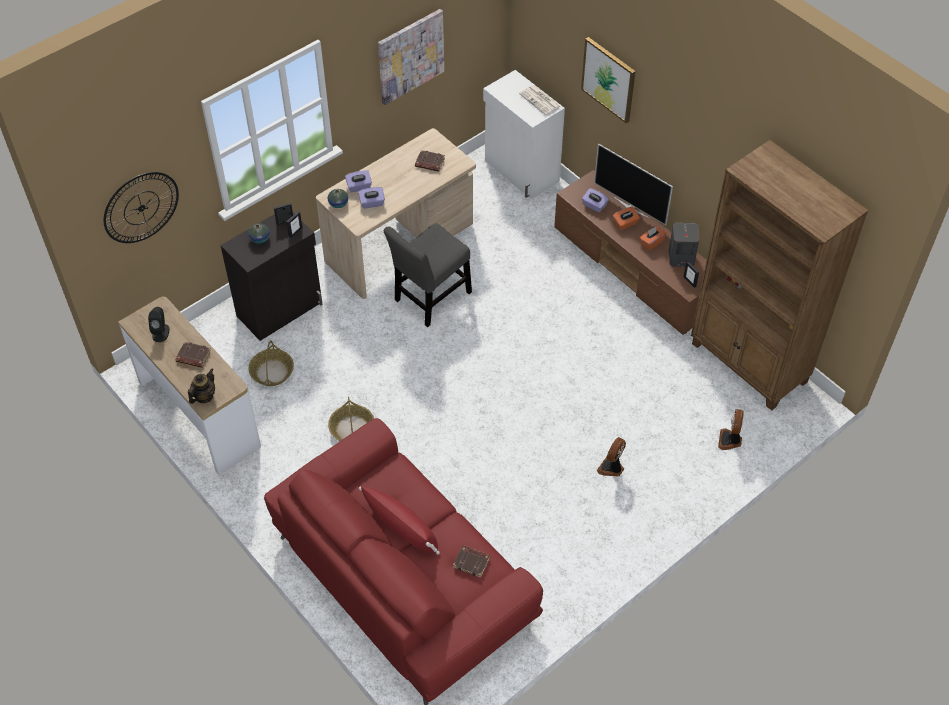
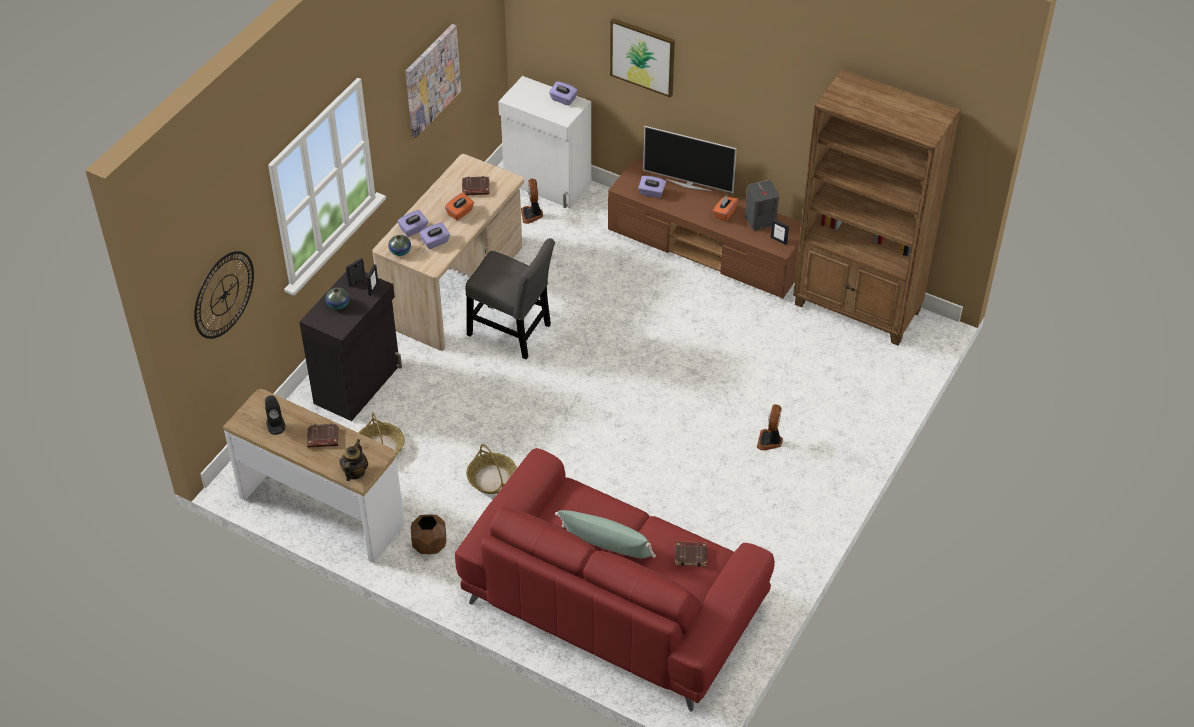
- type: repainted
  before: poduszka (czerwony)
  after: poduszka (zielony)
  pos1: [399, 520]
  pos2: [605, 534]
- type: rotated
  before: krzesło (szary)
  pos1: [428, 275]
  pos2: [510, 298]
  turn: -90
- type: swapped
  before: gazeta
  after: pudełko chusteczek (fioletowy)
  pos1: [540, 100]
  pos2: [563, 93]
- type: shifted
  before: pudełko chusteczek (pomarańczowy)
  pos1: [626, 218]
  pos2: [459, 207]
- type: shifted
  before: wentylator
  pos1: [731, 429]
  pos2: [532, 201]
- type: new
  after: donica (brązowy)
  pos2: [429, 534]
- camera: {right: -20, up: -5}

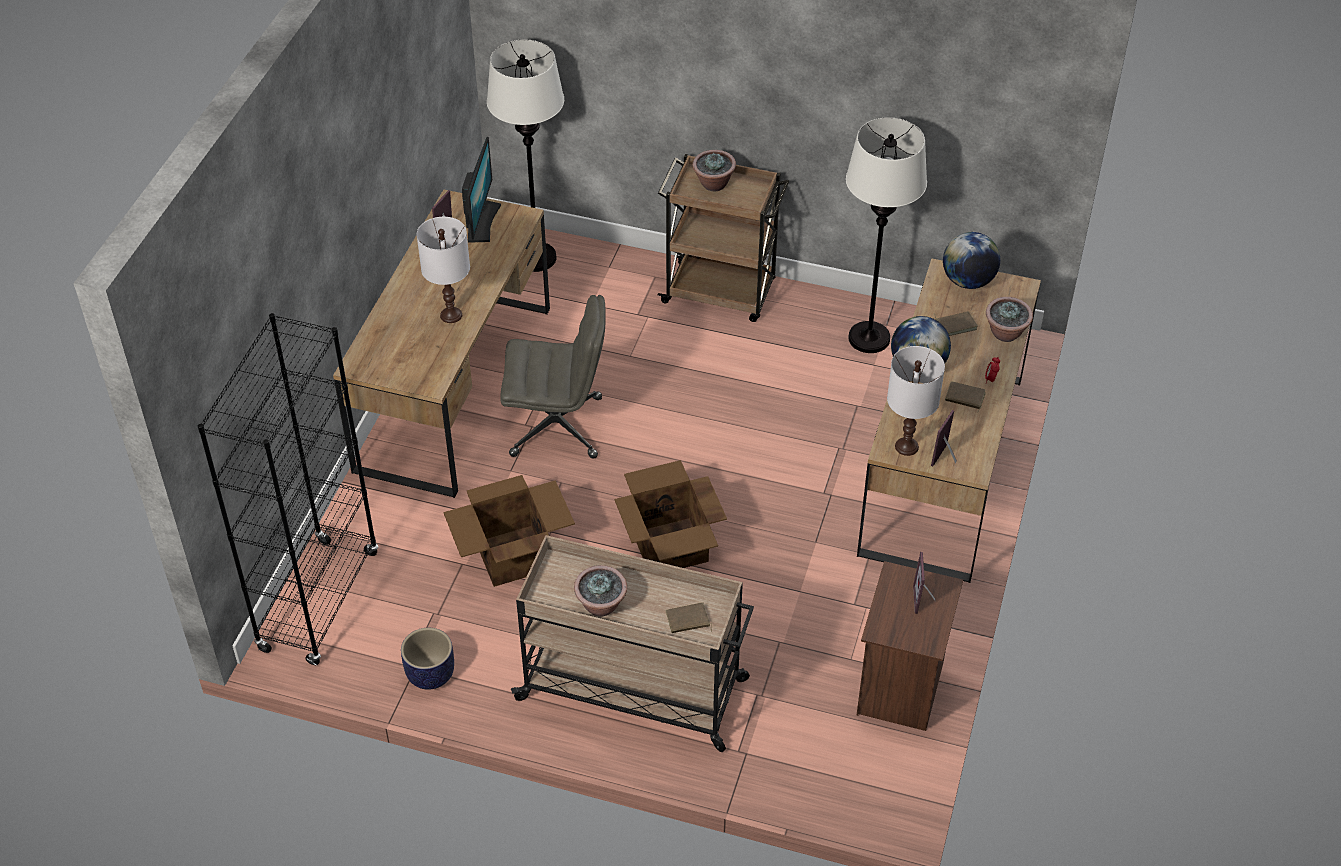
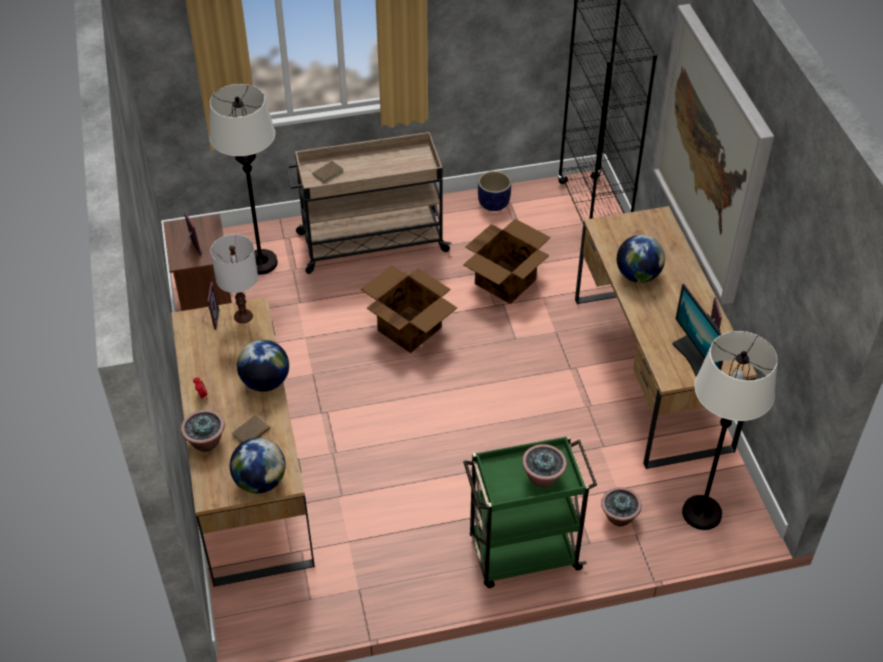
- type: swapped
  before: lampa stołowa (biały)
  after: globus
  pos1: [443, 270]
  pos2: [641, 259]
- type: gone
  before: krzesło biurowe (szary)
  pos1: [553, 377]
- type: shifted
  before: roślina doniczkowa
  pos1: [600, 591]
  pos2: [621, 506]
- type: repainted
  before: wózek (brązowy)
  after: wózek (zielony)
  pos1: [723, 238]
  pos2: [530, 512]
- type: shifted
  before: lampa stojąca (biały)
  pos1: [886, 235]
  pos2: [243, 179]
- type: gone
  before: książka (brązowy)
  pos1: [965, 397]
- type: new
  after: obraz
  pos2: [713, 154]
- camera: {right: 150, up: 0}

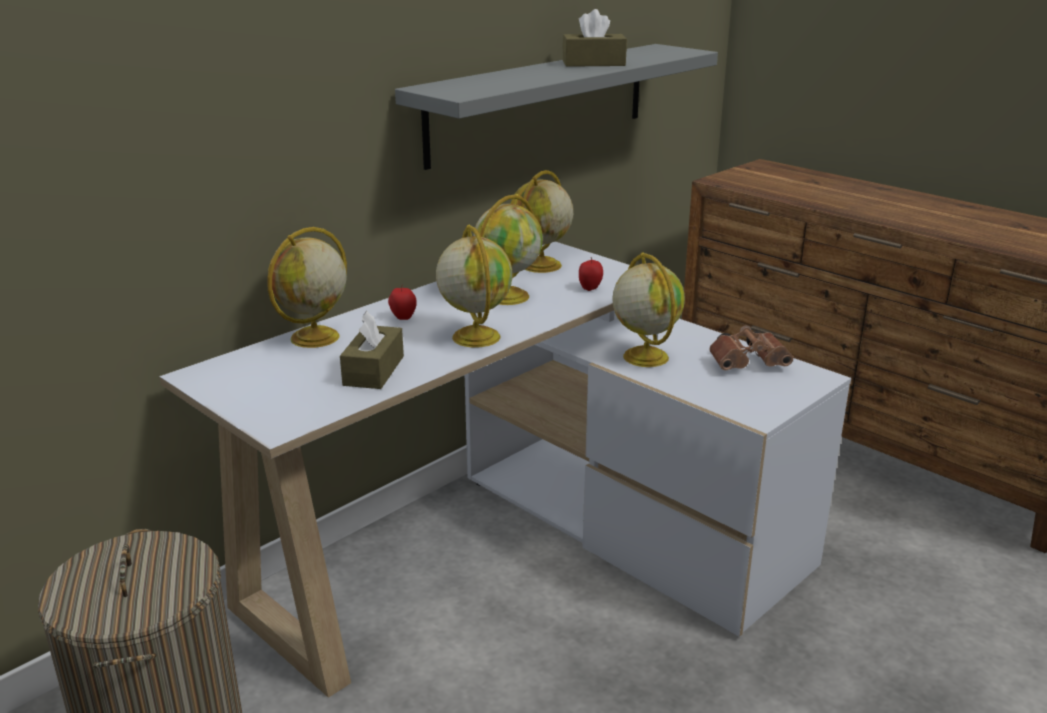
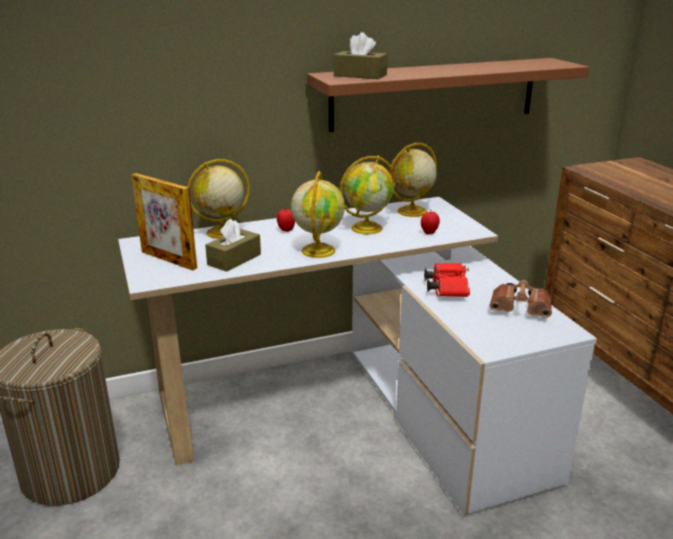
- type: repainted
  before: półka (szary)
  after: półka (brązowy)
  pos1: [556, 107]
  pos2: [448, 95]
- type: shifted
  before: pudełko chusteczek (brązowy)
  pos1: [594, 38]
  pos2: [361, 55]
- type: swapped
  before: globus
  after: lornetka (czerwony)
  pos1: [648, 309]
  pos2: [447, 280]
- type: new
  after: ramka na zdjęcie
  pos2: [164, 222]
- camera: {right: 25, up: 0}

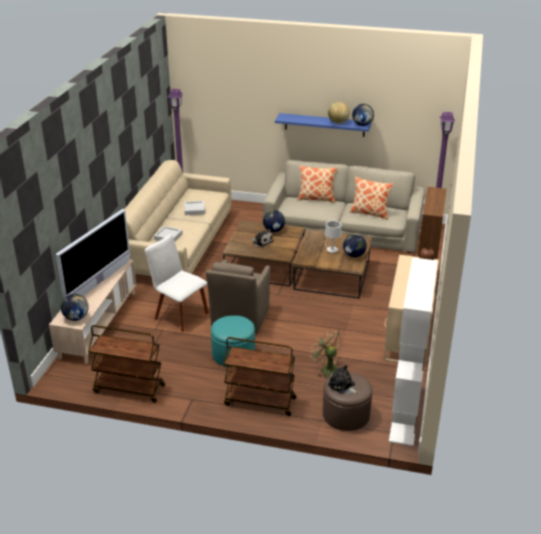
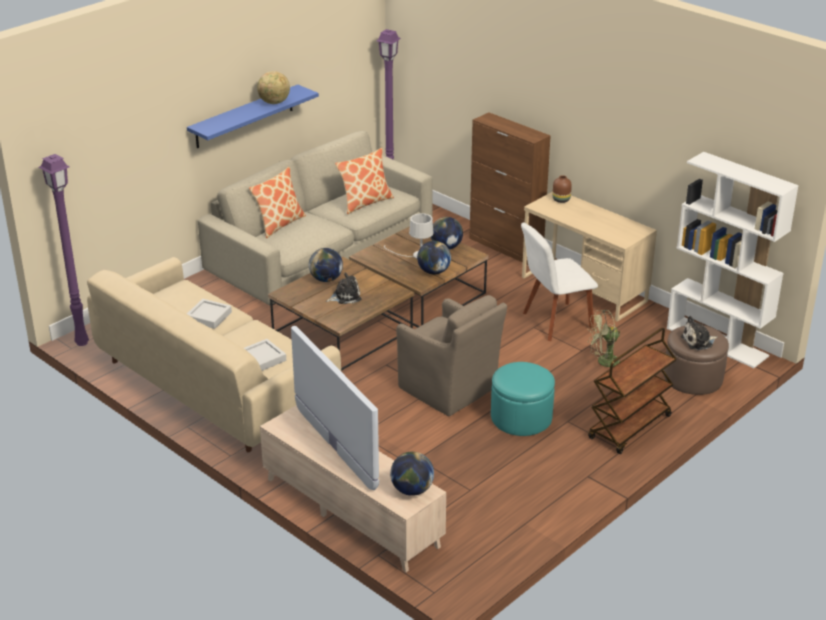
- type: gone
  before: wózek (brązowy)
  pos1: [126, 364]
- type: shifted
  before: krzesło (biały)
  pos1: [177, 283]
  pos2: [559, 282]
- type: shifted
  before: globus
  pos1: [363, 115]
  pos2: [434, 258]
- camera: {right: -60, up: 0}

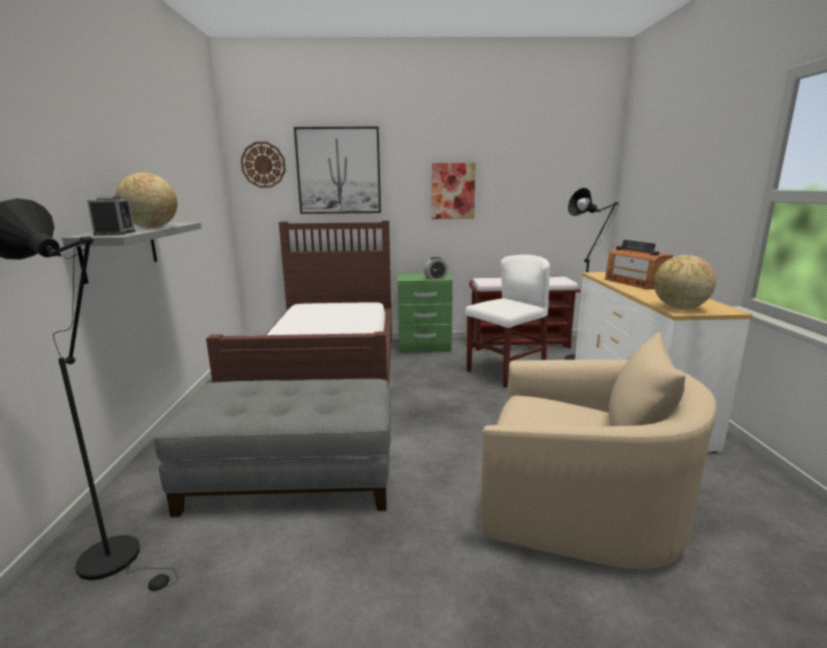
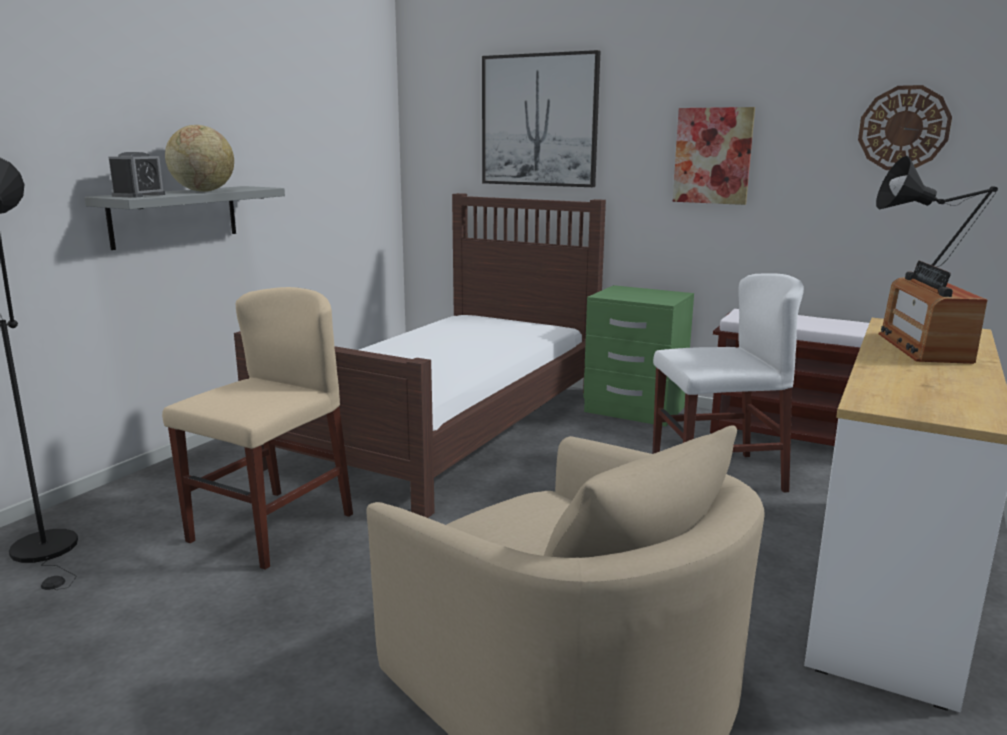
- type: swapped
  before: pufa (szary)
  after: krzesło (beżowy)
  pos1: [272, 448]
  pos2: [257, 428]
- type: shifted
  before: zegar ścienny
  pos1: [263, 165]
  pos2: [905, 127]
- type: gone
  before: budzik
  pos1: [436, 268]
- type: gone
  before: globus
  pos1: [685, 282]
- camera: {right: 30, up: 0}

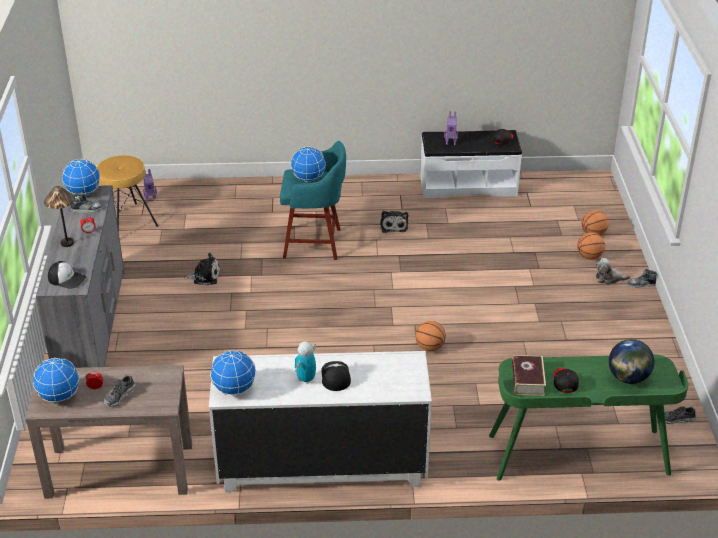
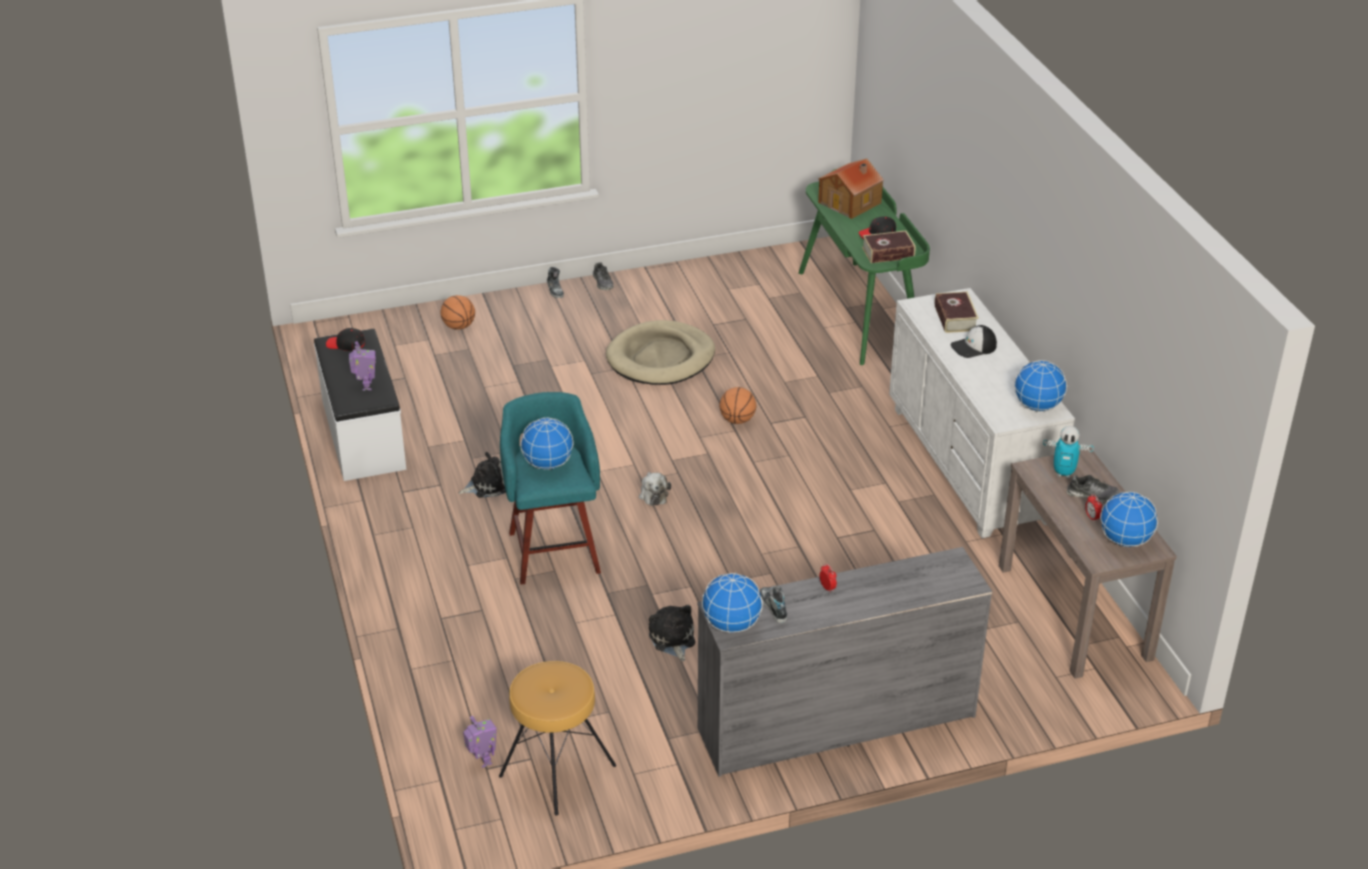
- type: gone
  before: lampa stołowa
  pos1: [59, 216]
- type: gone
  before: czapka z daszkiem
  pos1: [67, 275]
- type: shifted
  before: robot zabawkowy
  pos1: [305, 362]
  pos2: [1068, 452]
- type: gone
  before: piłka do koszykówki
  pos1: [591, 246]
- type: shifted
  before: pluszak
  pos1: [613, 271]
  pos2: [655, 489]
- type: swapped
  before: globus
  after: domek
  pos1: [631, 361]
  pos2: [851, 189]
- type: shifted
  before: but
  pos1: [680, 415]
  pos2: [603, 276]
- type: new
  after: legowisko (beżowy)
  pos2: [660, 352]
- type: new
  after: książka
  pos2: [956, 312]
- camera: {right: -105, up: 0}

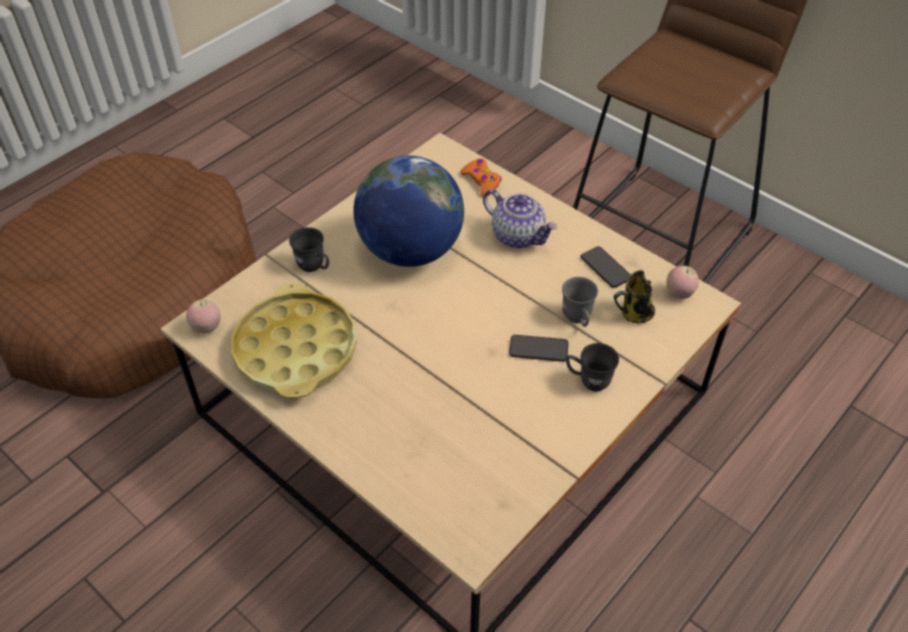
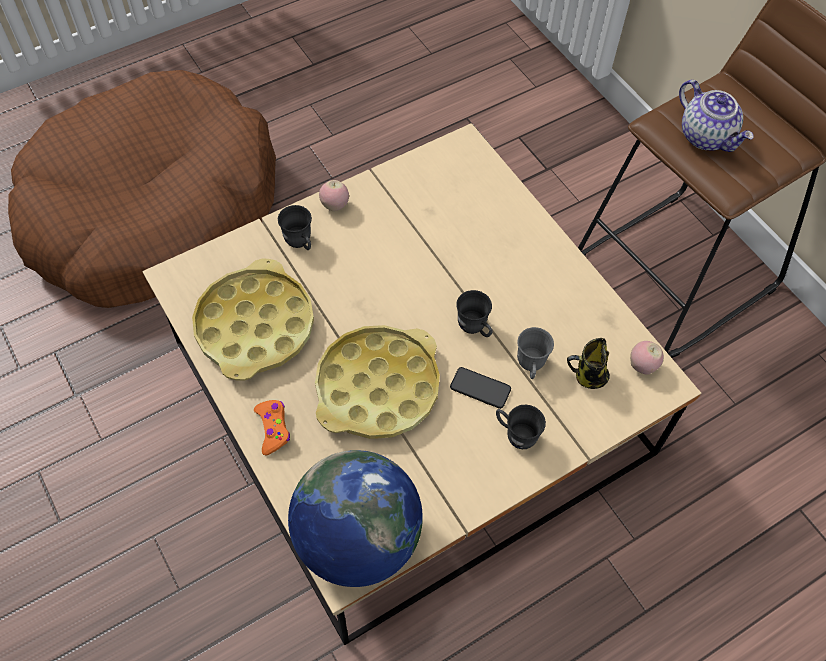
- type: shifted
  before: jabłko
  pos1: [203, 316]
  pos2: [334, 195]
- type: shifted
  before: globus
  pos1: [408, 211]
  pos2: [355, 518]
- type: shifted
  before: pad do gier (pomarańczowy)
  pos1: [481, 177]
  pos2: [272, 427]
- type: shifted
  before: imbryk
  pos1: [520, 218]
  pos2: [716, 116]
- type: gone
  before: telefon
  pos1: [605, 267]
- type: new
  after: taca (żółty)
  pos2: [377, 382]
- type: new
  after: kubek (szary)
  pos2: [474, 313]
- camera: {right: 15, up: 10}

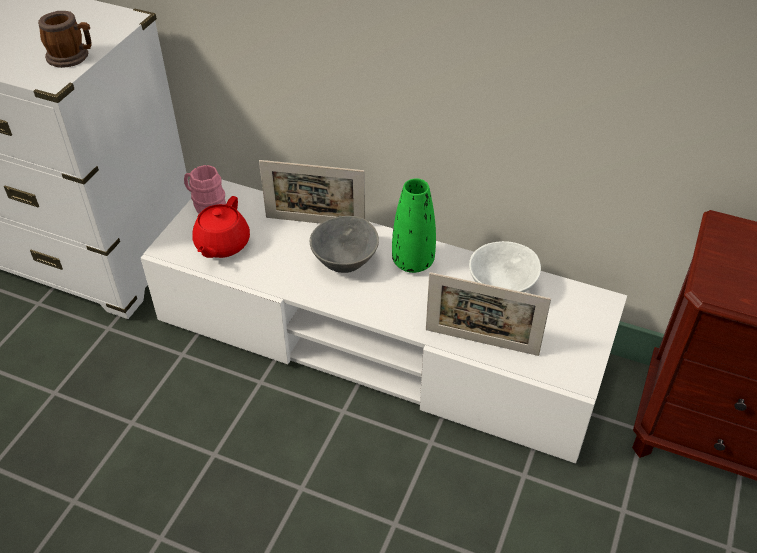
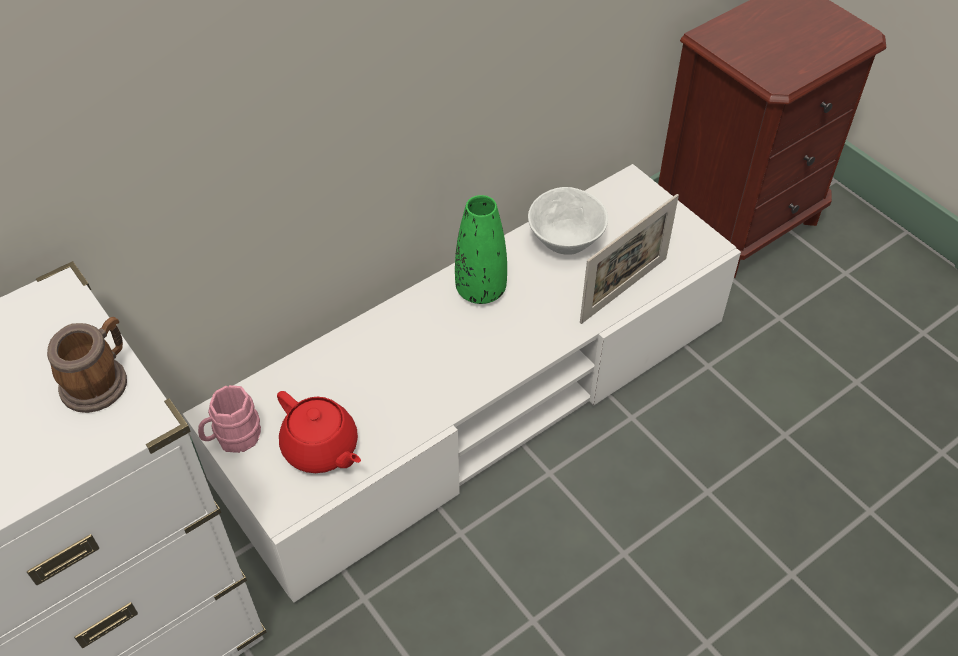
- type: gone
  before: ramka na zdjęcie
  pos1: [312, 192]
- type: gone
  before: miska (szary)
  pos1: [344, 244]
- camera: {right: -60, up: 5}

